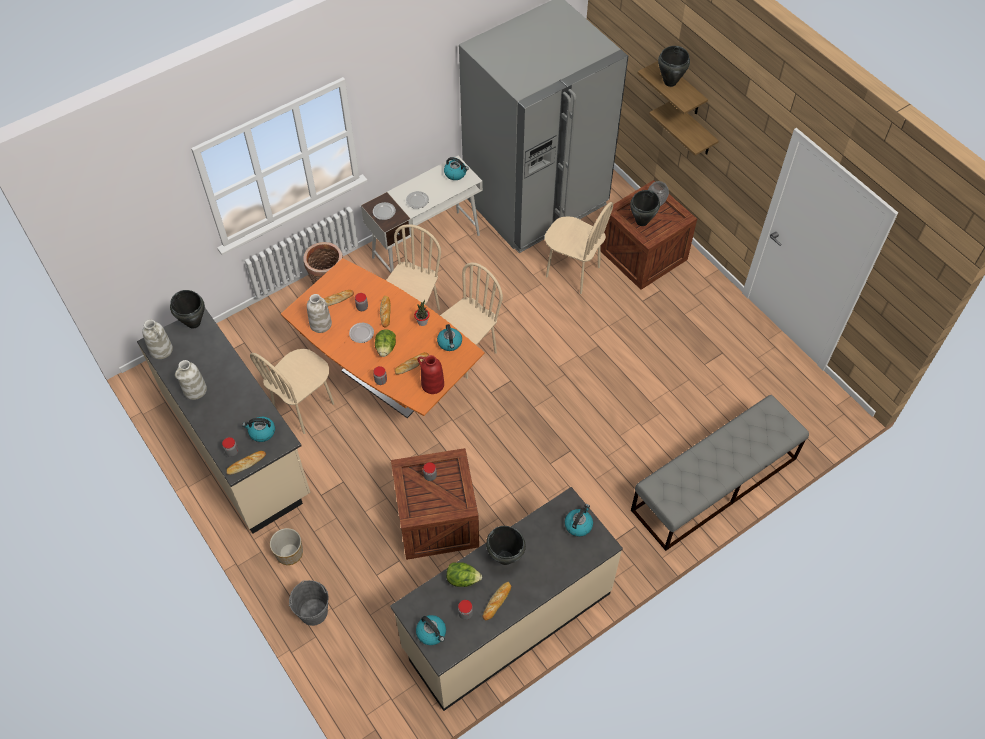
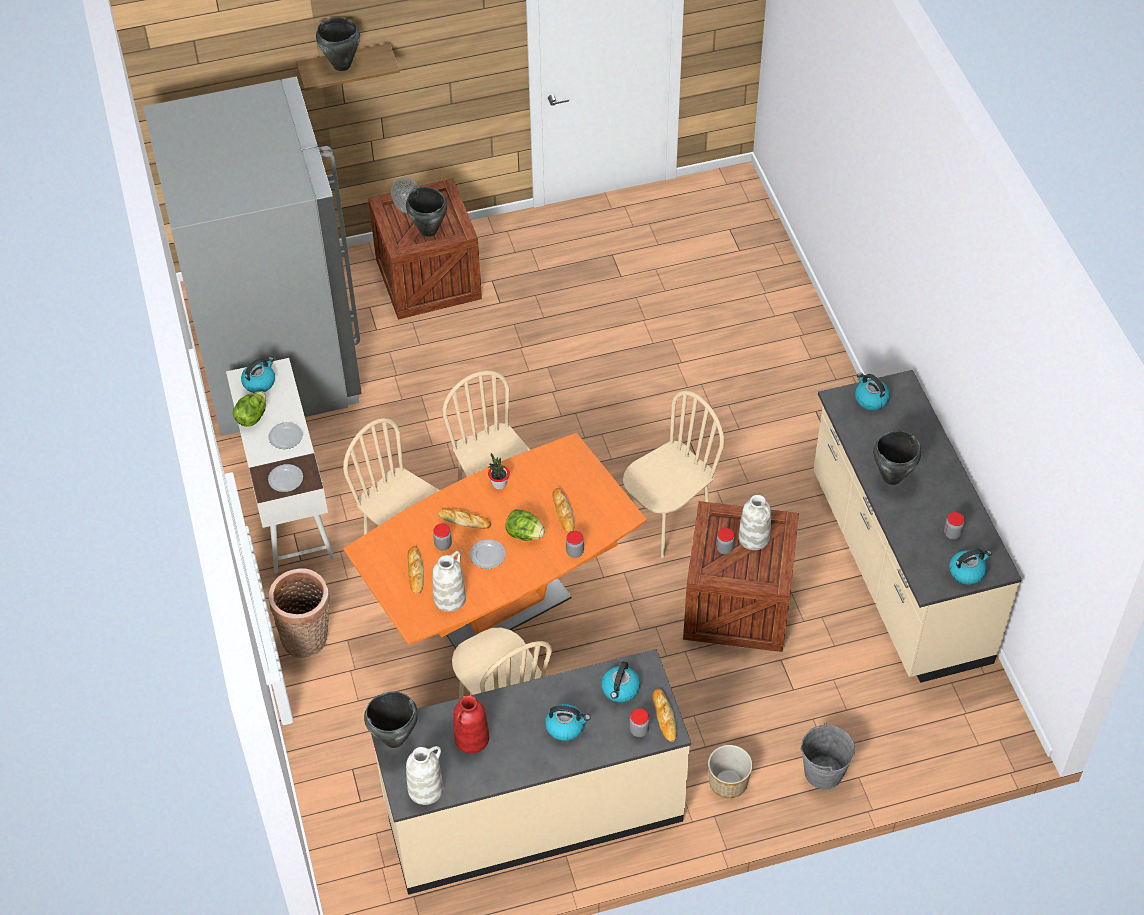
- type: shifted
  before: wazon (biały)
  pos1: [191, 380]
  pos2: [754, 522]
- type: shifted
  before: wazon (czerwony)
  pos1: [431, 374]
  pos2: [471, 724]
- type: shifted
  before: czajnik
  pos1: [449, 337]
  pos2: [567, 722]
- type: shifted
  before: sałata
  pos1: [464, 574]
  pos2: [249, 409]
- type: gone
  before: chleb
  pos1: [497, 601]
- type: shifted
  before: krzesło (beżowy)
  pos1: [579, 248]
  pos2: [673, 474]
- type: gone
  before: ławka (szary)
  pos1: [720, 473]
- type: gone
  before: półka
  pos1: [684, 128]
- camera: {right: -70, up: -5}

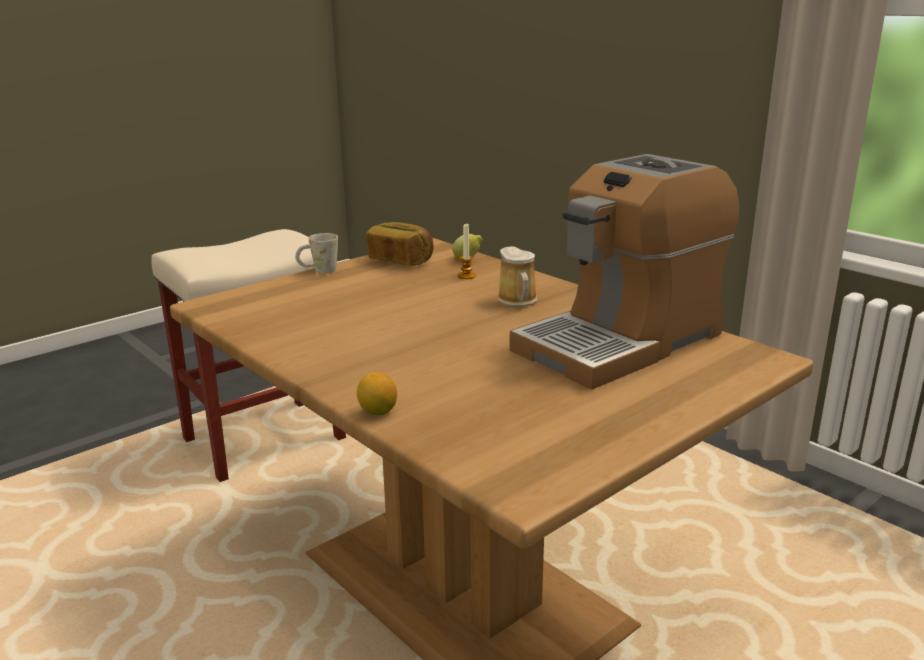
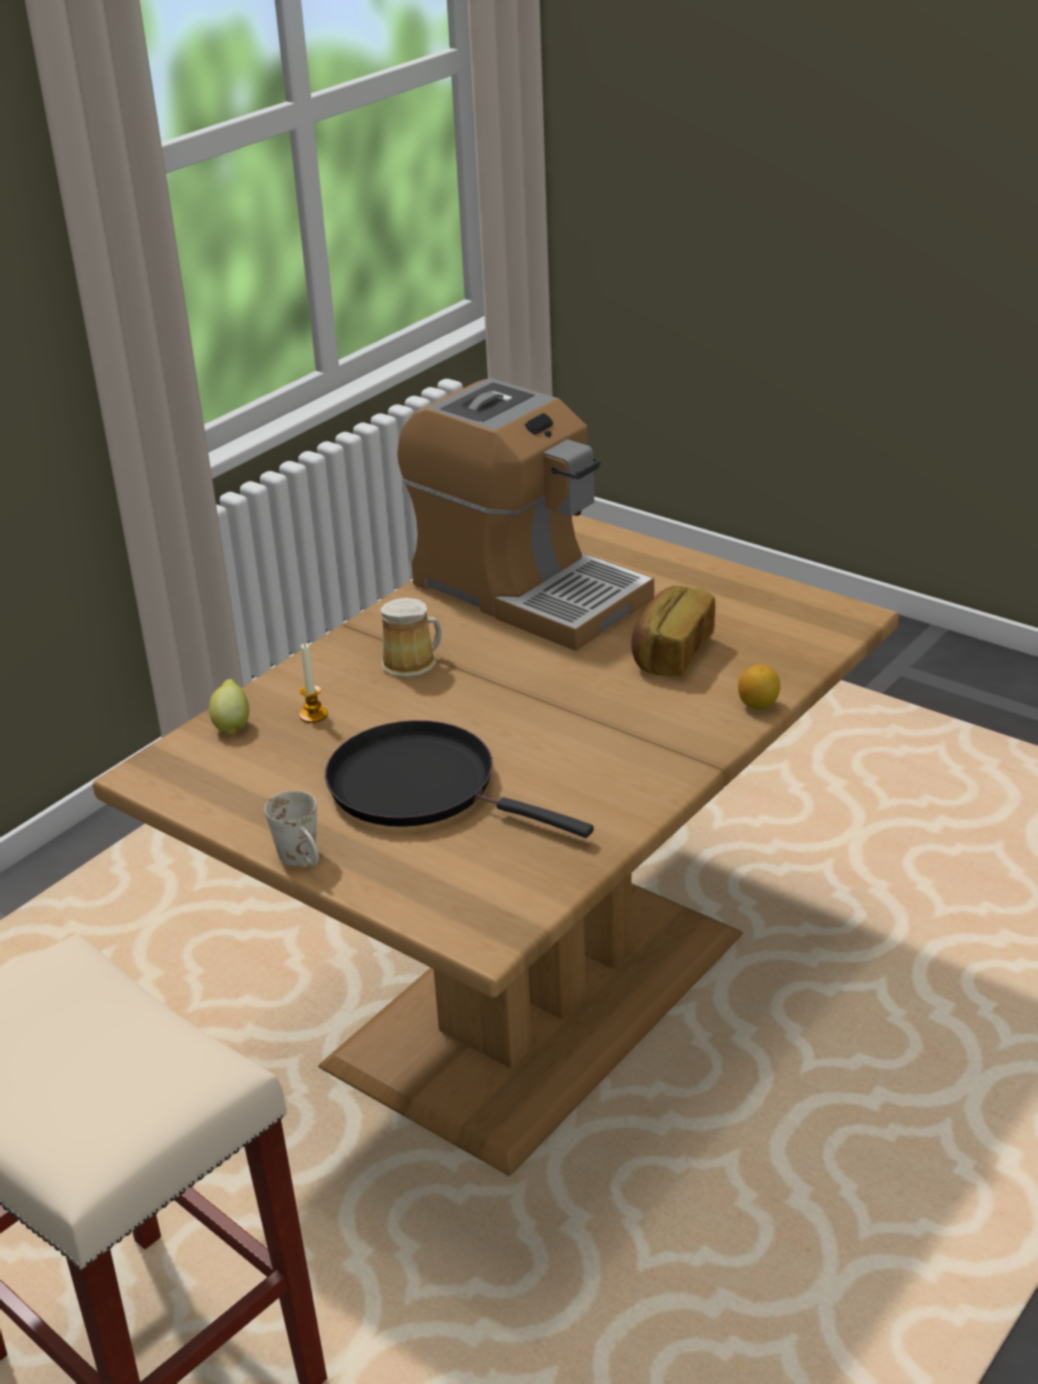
- type: shifted
  before: chleb
  pos1: [400, 244]
  pos2: [673, 631]
- type: new
  after: patelnia (czarny)
  pos2: [459, 779]
- camera: {right: -100, up: 10}

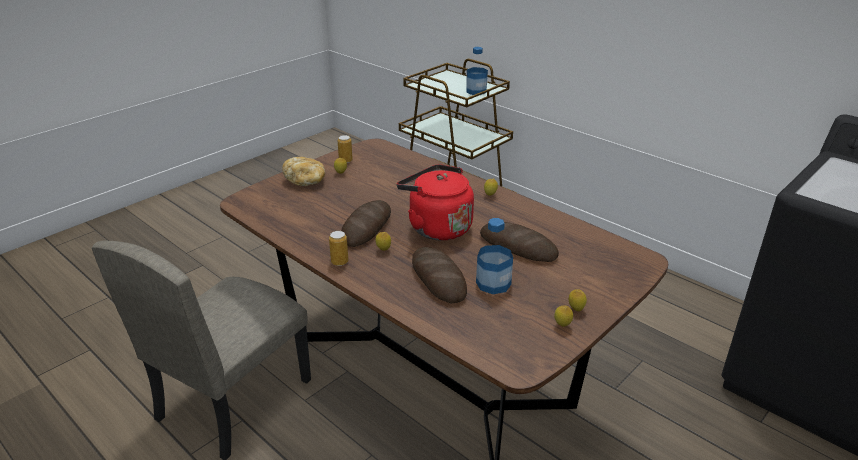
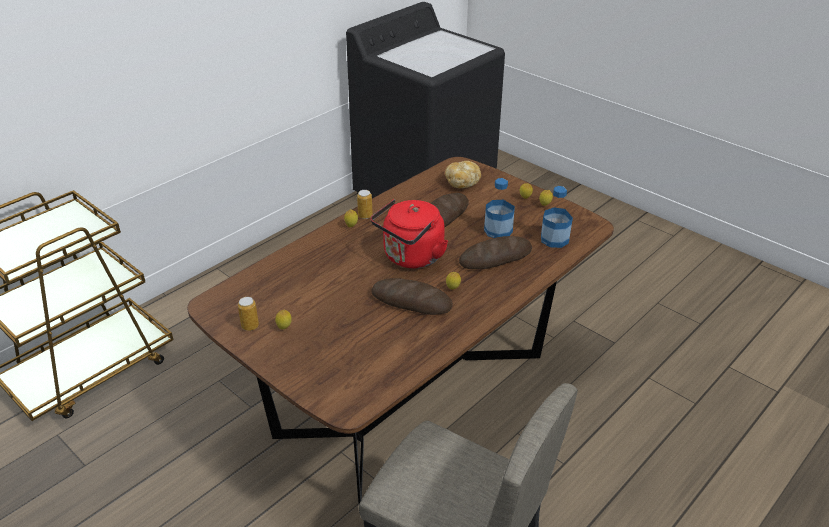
- type: shifted
  before: chleb
  pos1: [303, 171]
  pos2: [463, 174]
- type: shifted
  before: puszka
  pos1: [338, 248]
  pos2: [365, 204]
- type: shifted
  before: butelka
  pos1: [477, 71]
  pos2: [557, 217]
- camera: {right: -90, up: 5}

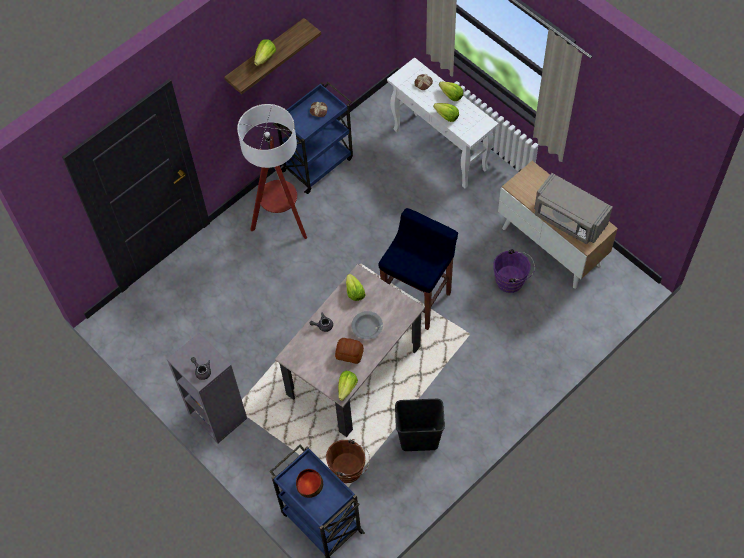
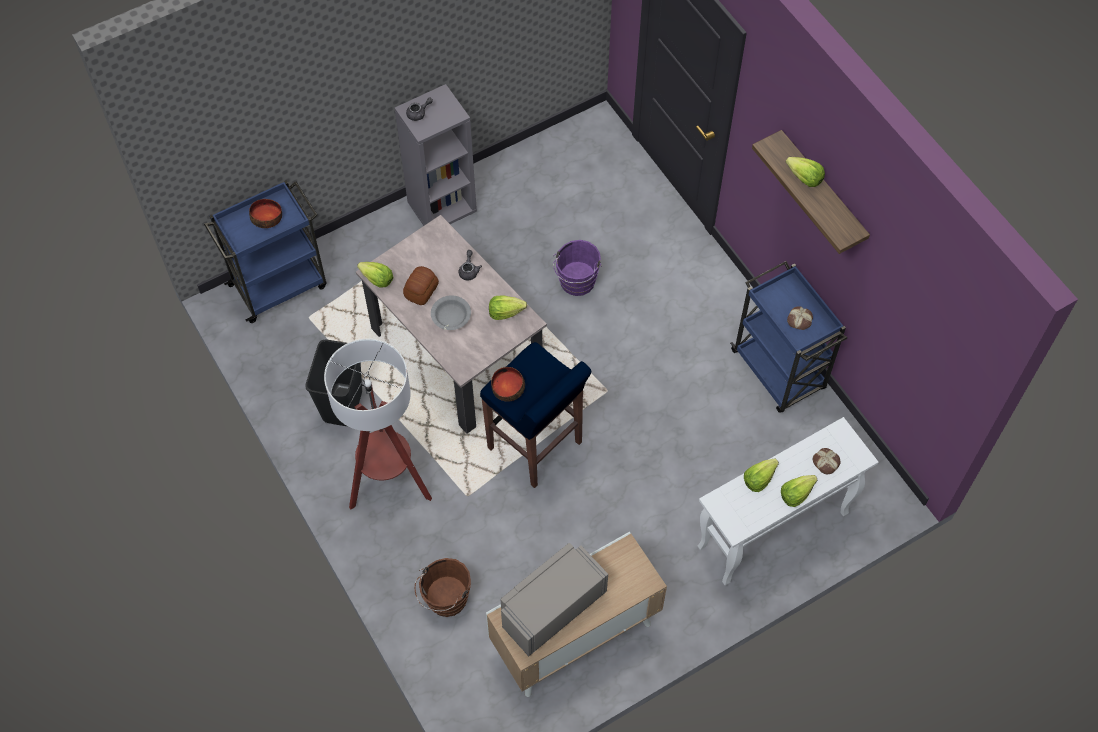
- type: shifted
  before: lampa stojąca
  pos1: [272, 171]
  pos2: [378, 424]
- type: shifted
  before: wiadro (brązowy)
  pos1: [348, 461]
  pos2: [443, 587]
- type: shifted
  before: wiadro (fioletowy)
  pos1: [514, 271]
  pos2: [577, 268]
- type: new
  after: miska
  pos2: [508, 384]
- camera: {right: 100, up: 0}

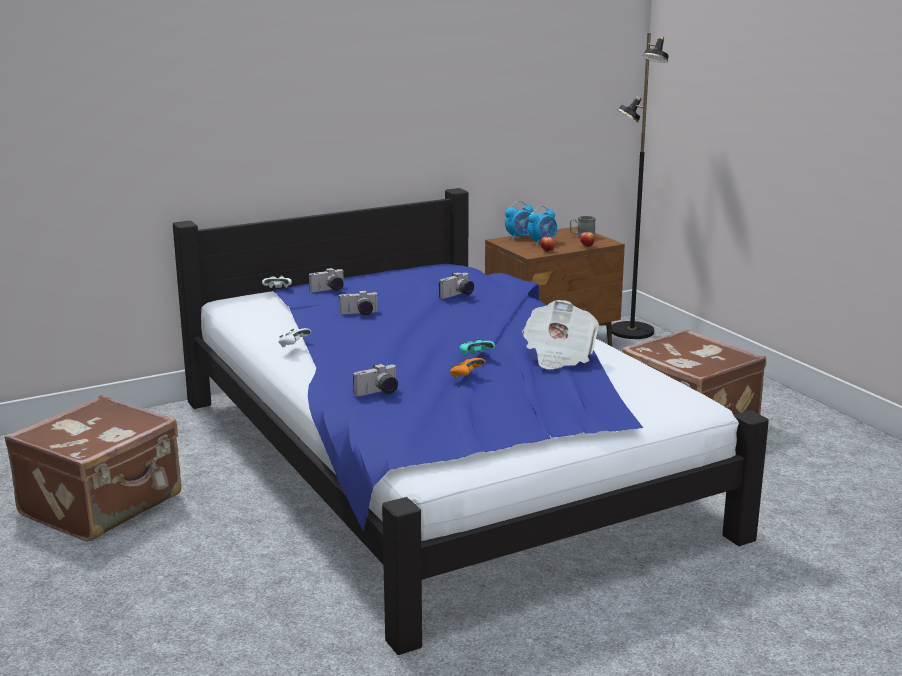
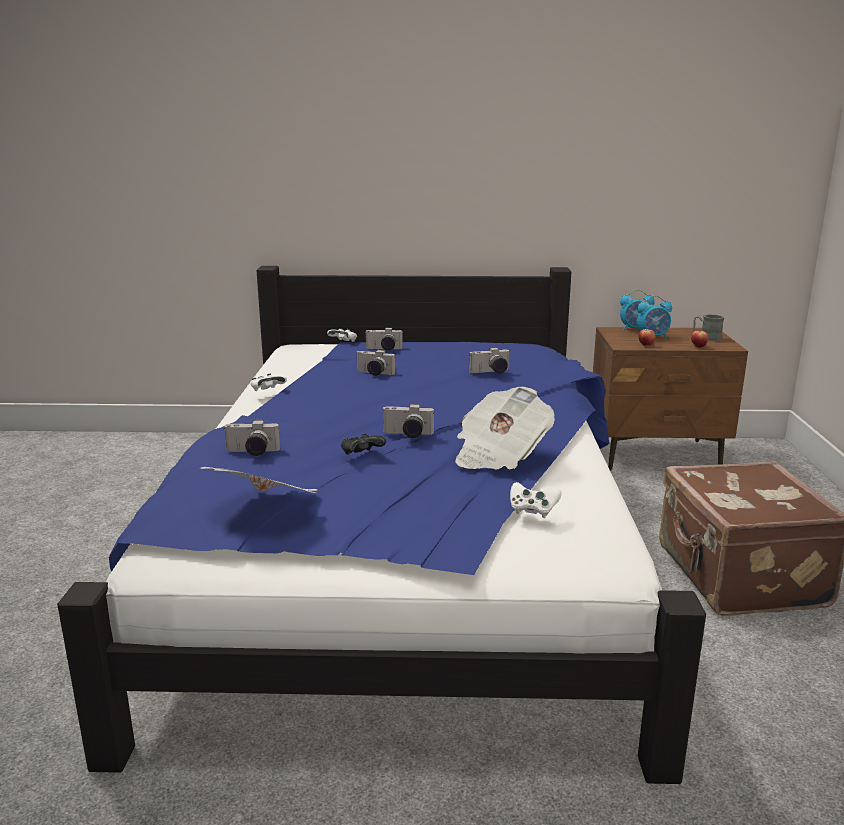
- type: gone
  before: walizka (brązowy)
  pos1: [93, 468]
- type: repainted
  before: pad do gier (pomarańczowy)
  after: pad do gier (czarny)
  pos1: [467, 368]
  pos2: [363, 444]
- type: swapped
  before: pad do gier (turkusowy)
  after: aparat fotograficzny
  pos1: [477, 347]
  pos2: [408, 421]
- type: gone
  before: lampa stojąca (czarny)
  pos1: [640, 186]
- type: new
  after: gazeta
  pos2: [259, 480]
- type: new
  after: pad do gier (biały)
  pos2: [536, 500]
- camera: {right: 30, up: 0}

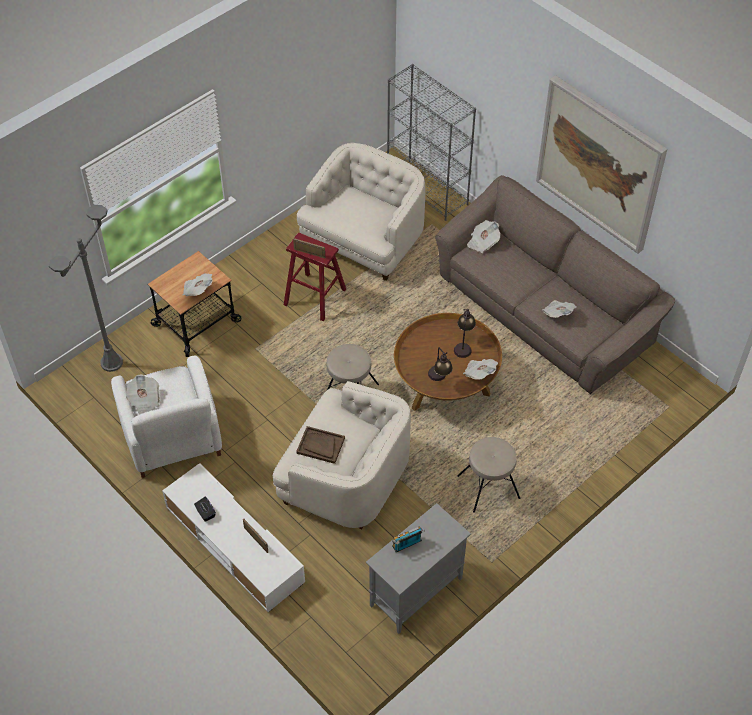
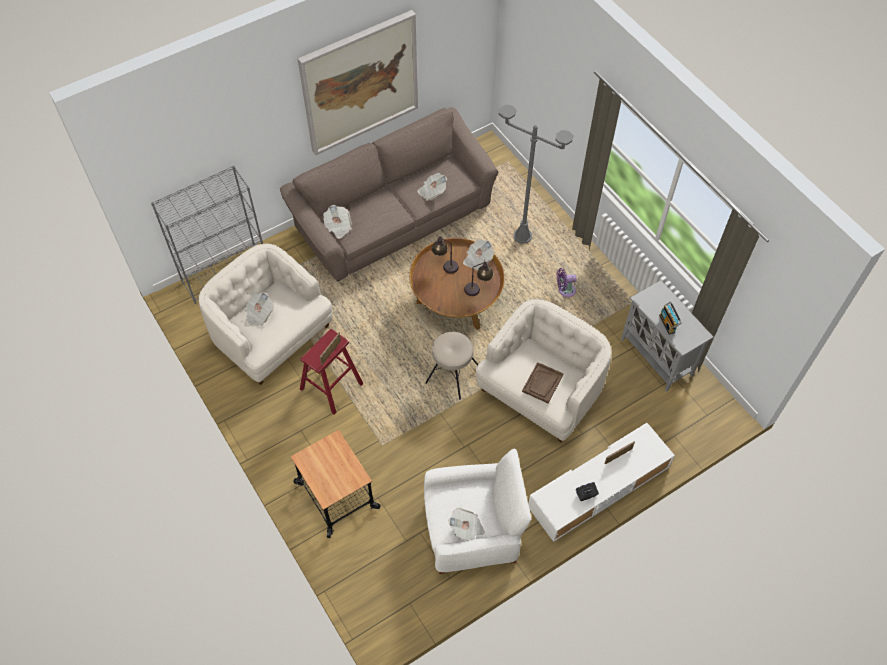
- type: shifted
  before: lampa stojąca (szary)
  pos1: [86, 288]
  pos2: [536, 174]
- type: shifted
  before: gazeta
  pos1: [197, 284]
  pos2: [259, 309]
- type: swapped
  before: stołek (beżowy)
  after: wentylator (fioletowy)
  pos1: [488, 475]
  pos2: [567, 282]
- camera: {right: -80, up: 5}

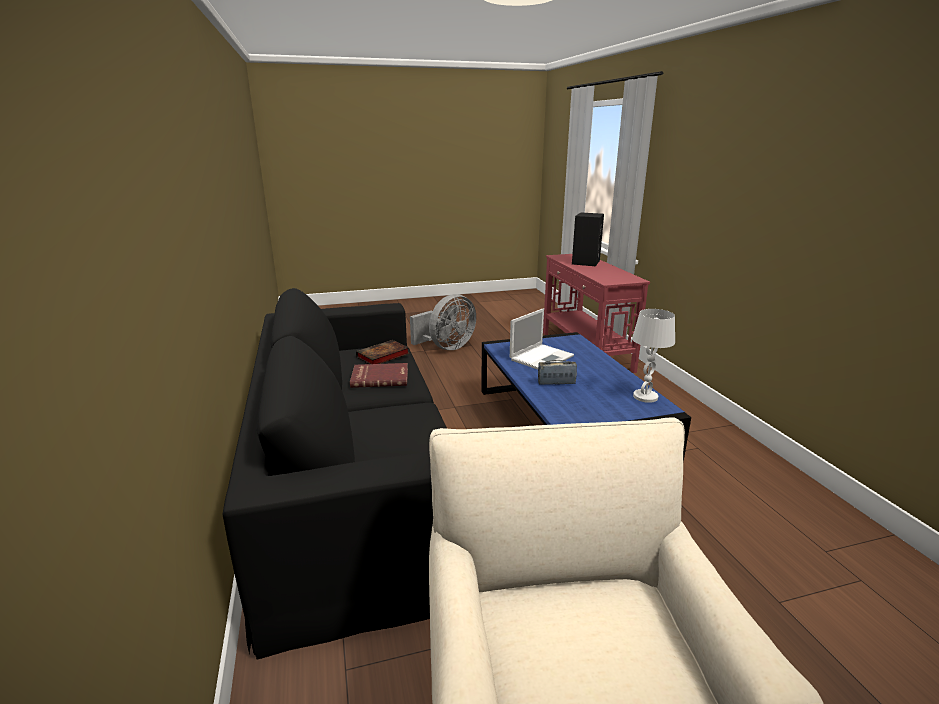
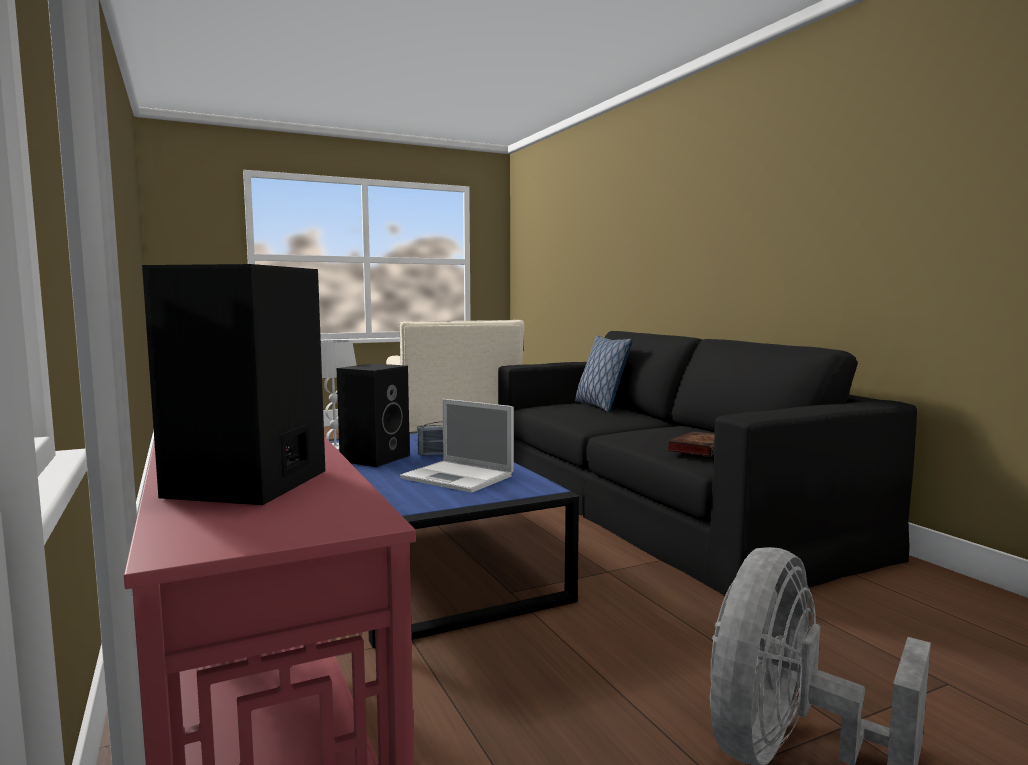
- type: gone
  before: książka (czerwony)
  pos1: [379, 375]
- type: rotated
  before: laptop
  pos1: [542, 339]
  pos2: [457, 446]
  turn: -90
- type: new
  after: głośnik (czarny)
  pos2: [373, 415]
- type: new
  after: poduszka
  pos2: [604, 374]
- camera: {right: 170, up: -15}

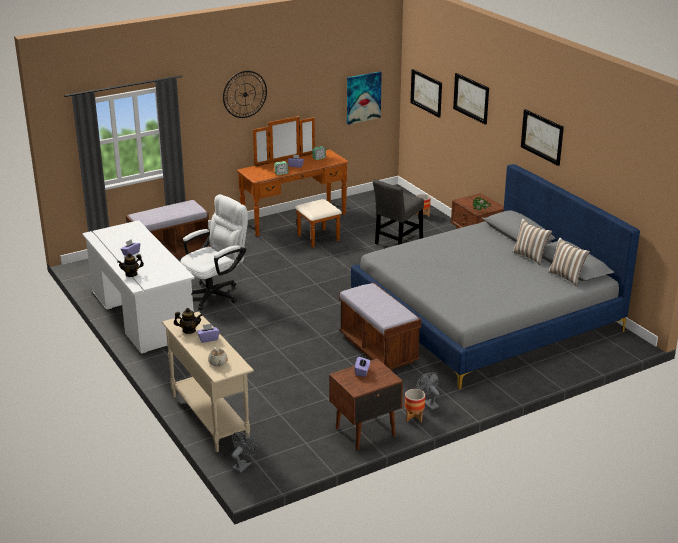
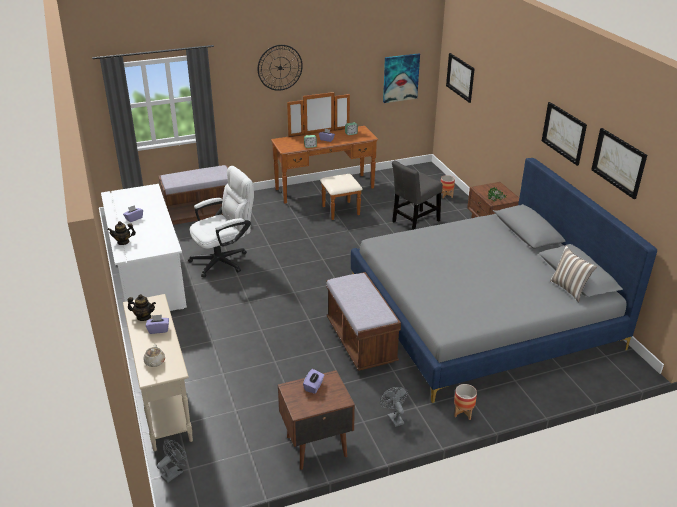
- type: shifted
  before: donica
  pos1: [415, 405]
  pos2: [465, 402]
- type: shifted
  before: obraz
  pos1: [471, 99]
  pos2: [619, 163]
- type: gone
  before: poduszka
  pos1: [532, 242]
- camera: {right: 10, up: 5}

